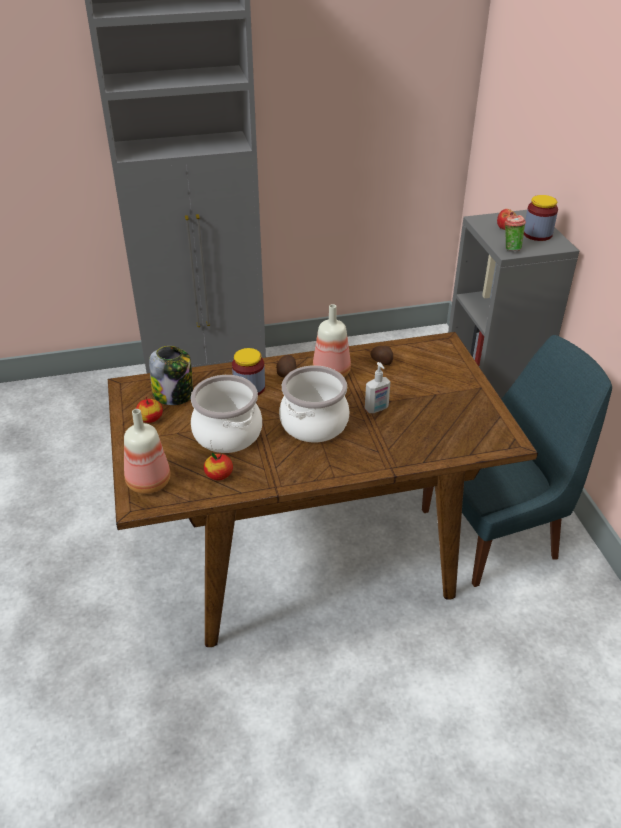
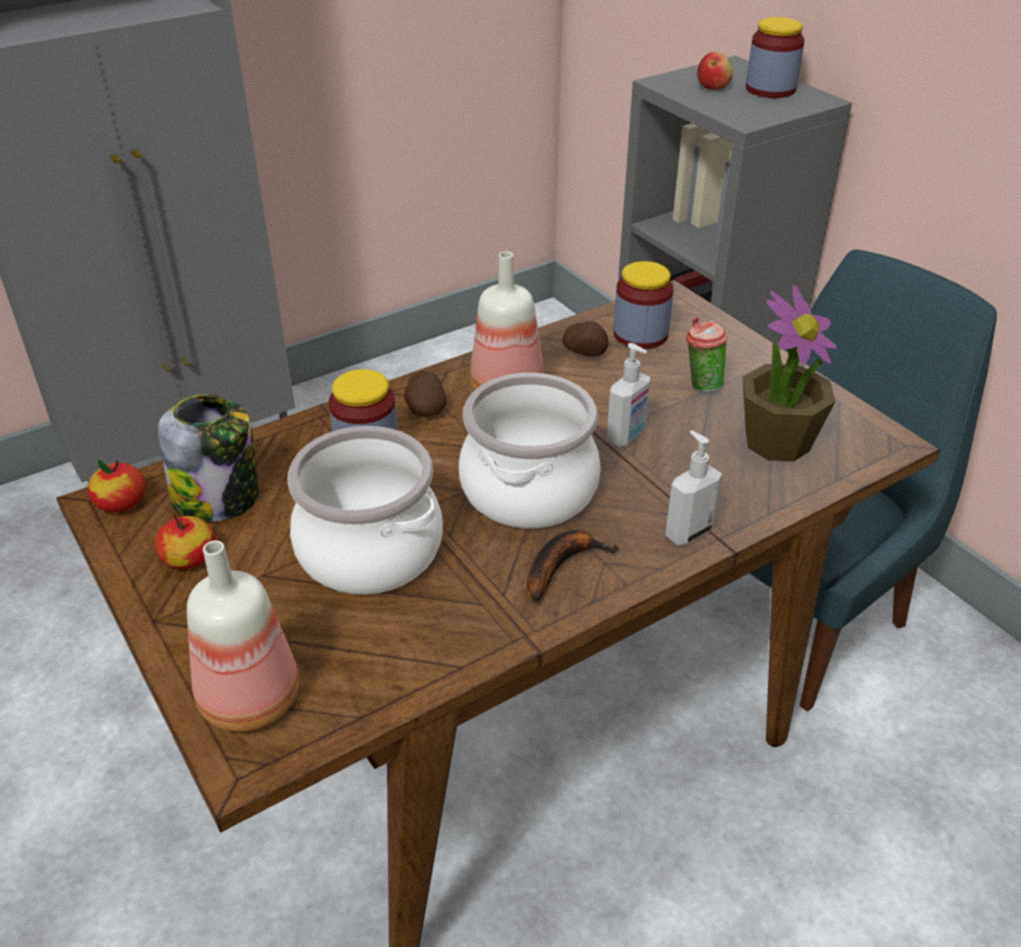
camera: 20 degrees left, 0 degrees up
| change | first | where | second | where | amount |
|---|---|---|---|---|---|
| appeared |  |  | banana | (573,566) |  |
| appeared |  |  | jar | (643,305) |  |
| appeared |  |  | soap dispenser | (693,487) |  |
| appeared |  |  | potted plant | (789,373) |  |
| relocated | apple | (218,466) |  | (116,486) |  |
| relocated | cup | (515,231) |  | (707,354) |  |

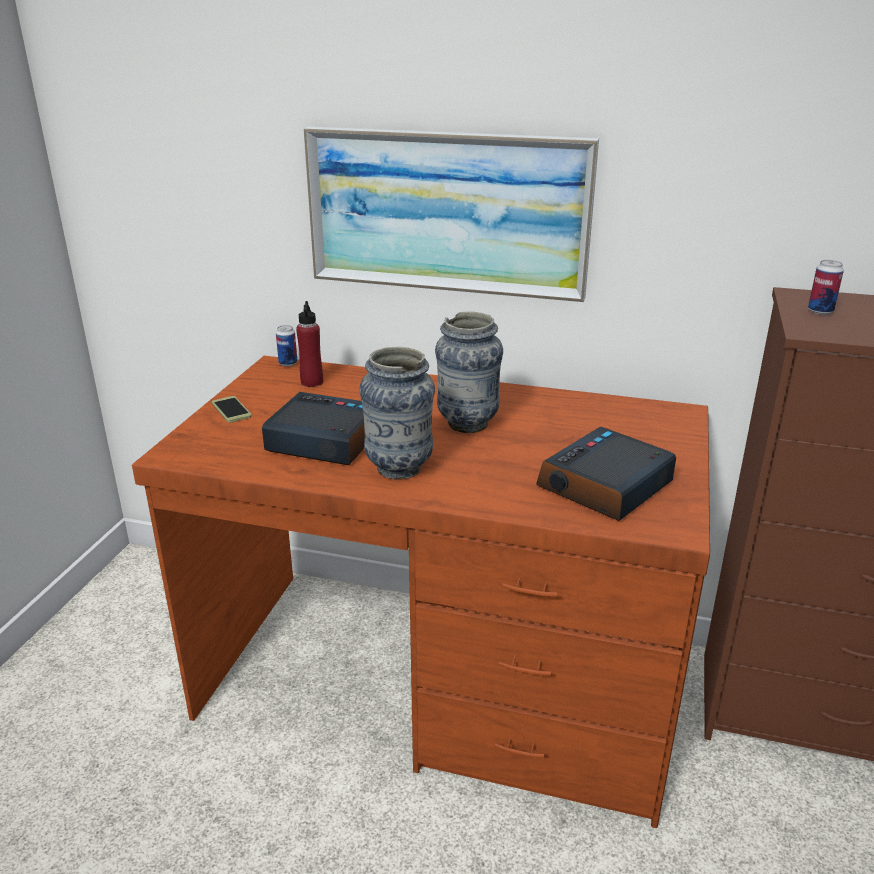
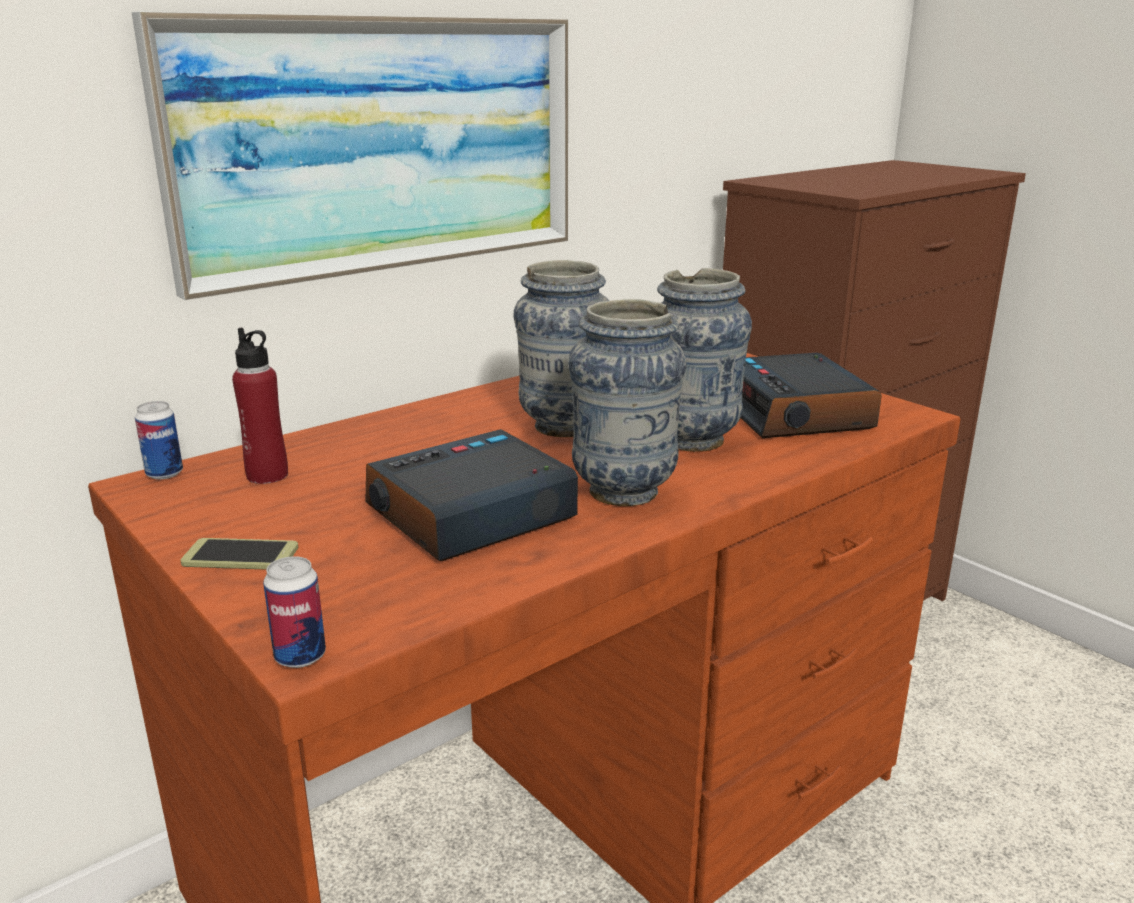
camera: 55 degrees left, 5 degrees down
| change | first | where | second | where | amount |
|---|---|---|---|---|---|
| appeared |  |  | vase | (704,360) |  |
| relocated | can | (826,287) |  | (294,612) |  |

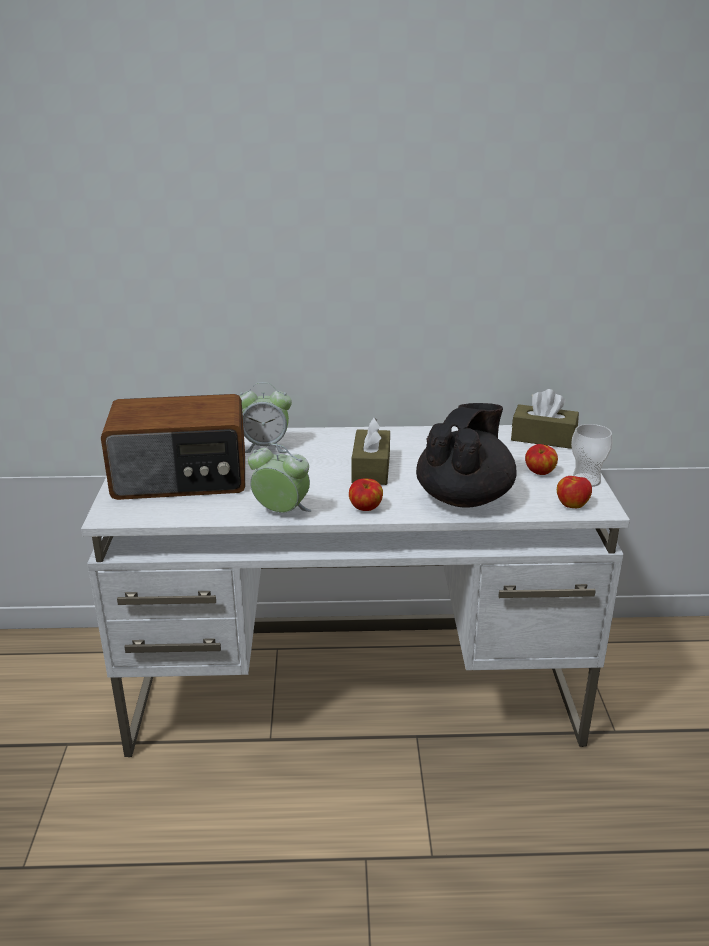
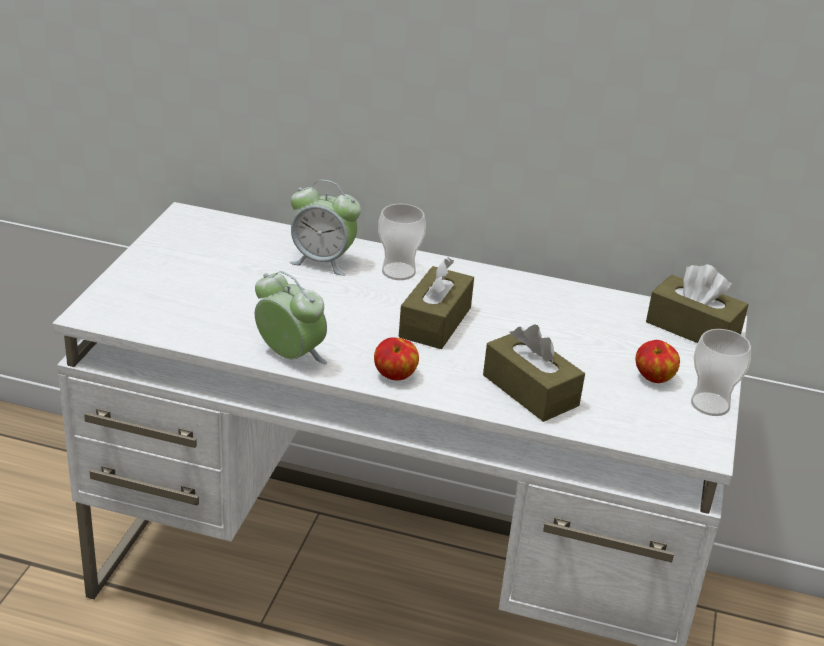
camera: 15 degrees right, 5 degrees up
| change | first | where | second | where | amount |
|---|---|---|---|---|---|
| missing | radio | (173,447) |  |  |  |
| missing | apple | (574,492) |  |  |  |
| appeared |  |  | cup | (402,242) |  |
| exchanged | black teapot | (466,455) | brown tissue box | (534,373) |  |

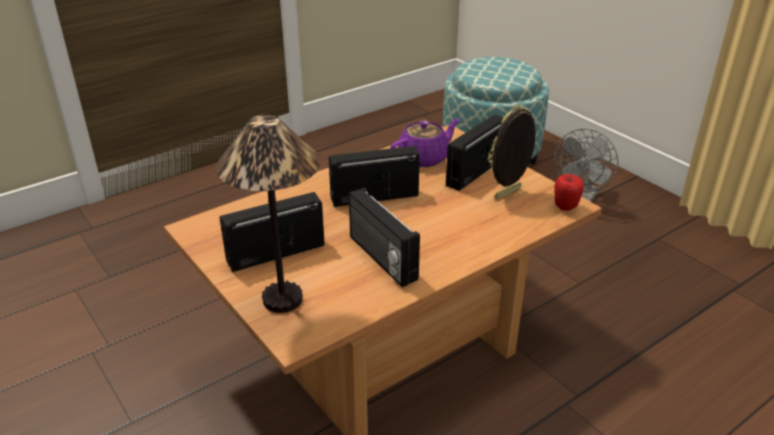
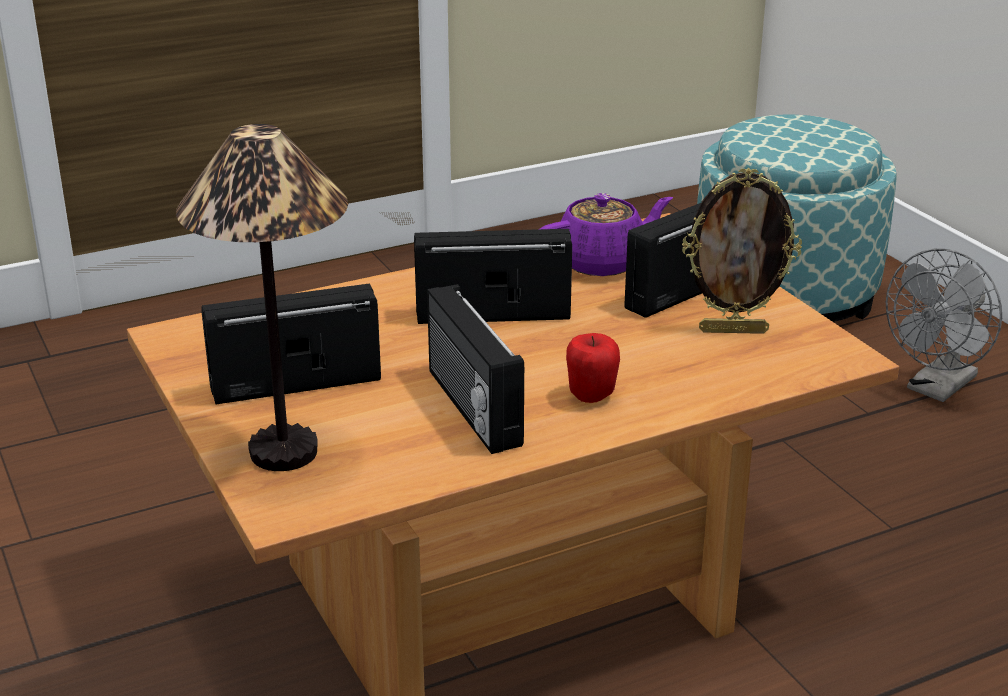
camera: 10 degrees right, 5 degrees down
| change | first | where | second | where | amount |
|---|---|---|---|---|---|
| relocated | apple | (569,192) |  | (593,368) |  |
| spun | picture frame | (511,151) |  | (742,251) | 150 degrees counterclockwise |

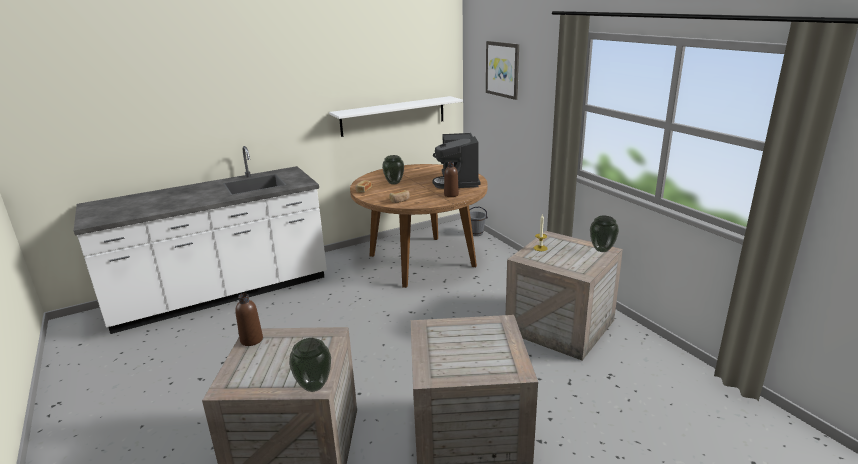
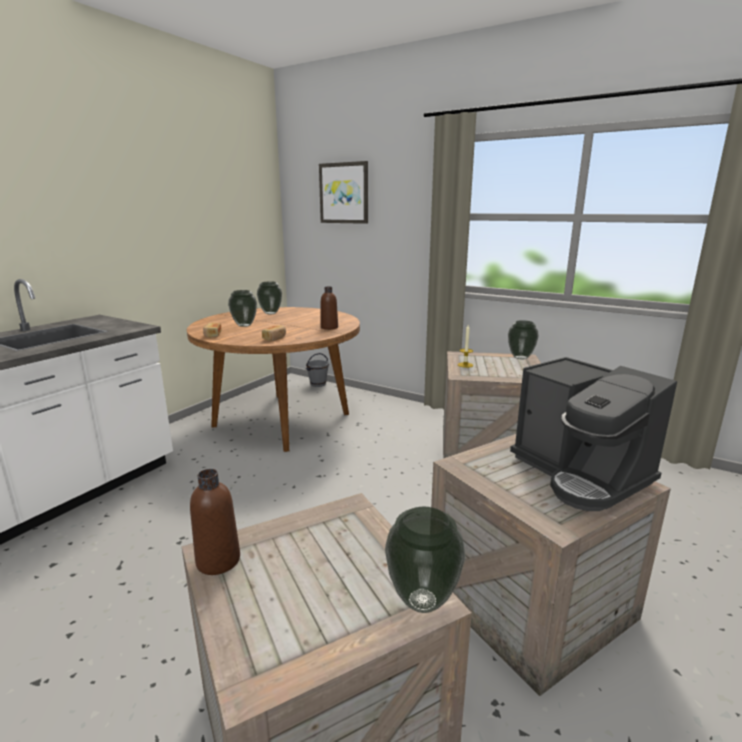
camera: 30 degrees left, 5 degrees down
| change | first | where | second | where | amount |
|---|---|---|---|---|---|
| missing | white shelf | (396,116) |  |  |  |
| appeared |  |  | vase | (269,297) |  |
| relocated | coffee machine | (457,161) |  | (593,434) |  |

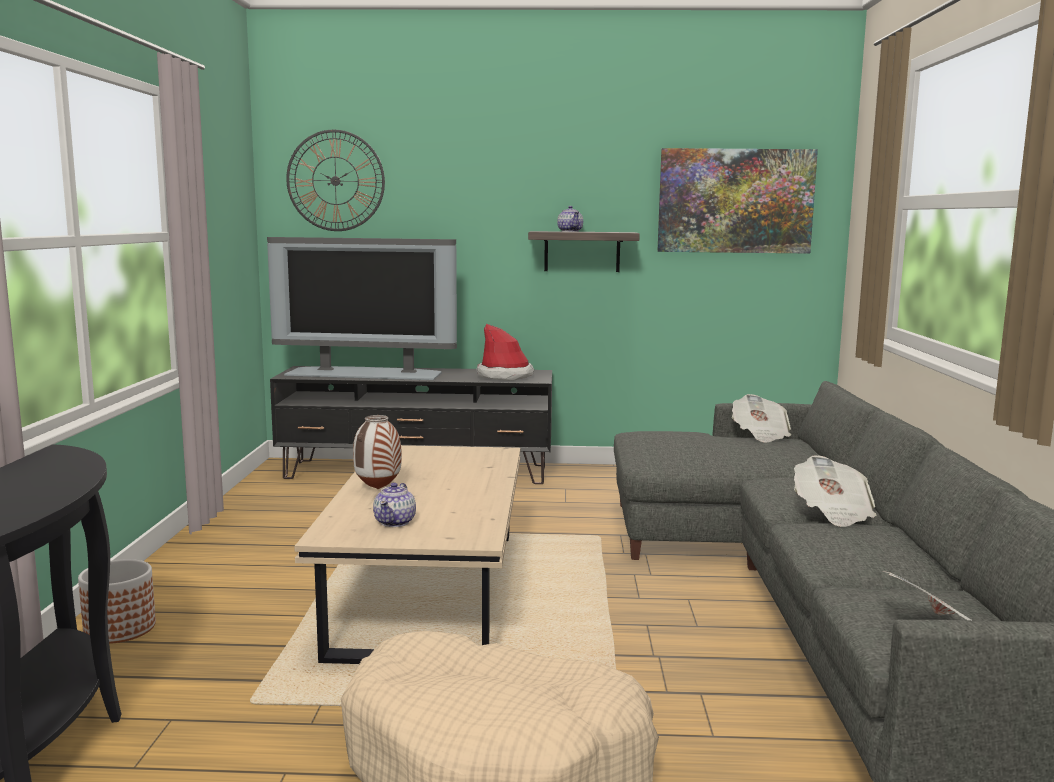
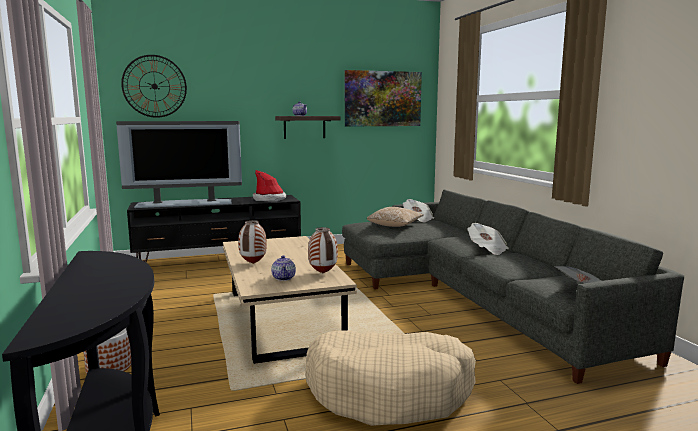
camera: 20 degrees left, 0 degrees up
| change | first | where | second | where | amount |
|---|---|---|---|---|---|
| appeared |  |  | vase | (323,250) |  |
| appeared |  |  | pillow | (395,217) |  |

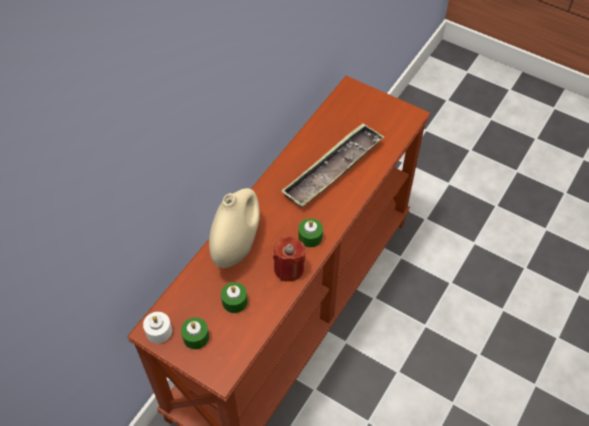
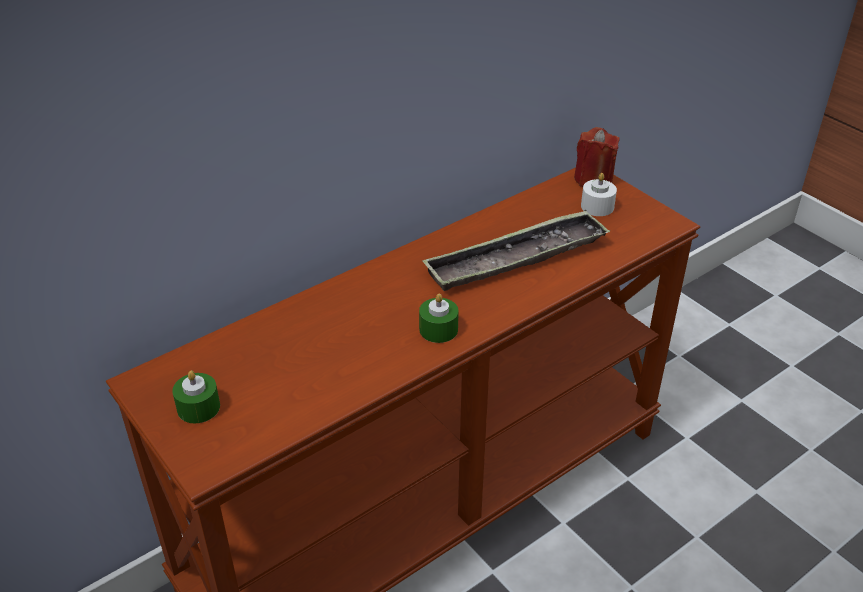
camera: 20 degrees right, 15 degrees down
| change | first | where | second | where | amount |
|---|---|---|---|---|---|
| missing | beige vase | (234,228) |  |  |  |
| missing | green candle | (234,297) |  |  |  |
| relocated | white candle | (157,327) |  | (599,194) |  |
| relocated | red candle | (289,259) |  | (597,157) |  |

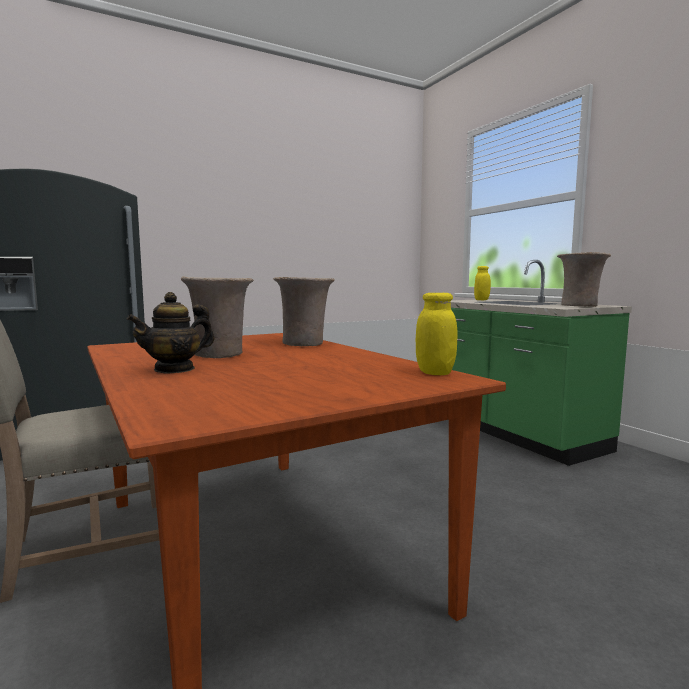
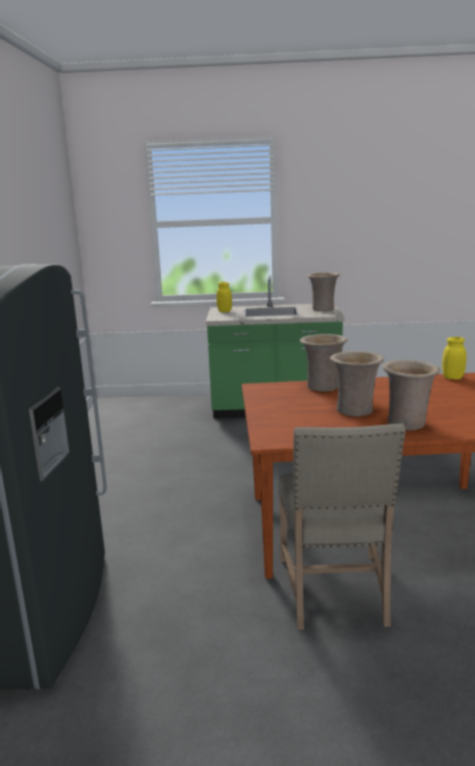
camera: 60 degrees left, 10 degrees up
| change | first | where | second | where | amount |
|---|---|---|---|---|---|
| exchanged | teapot | (170,333) | beige vase | (411,395) |  |

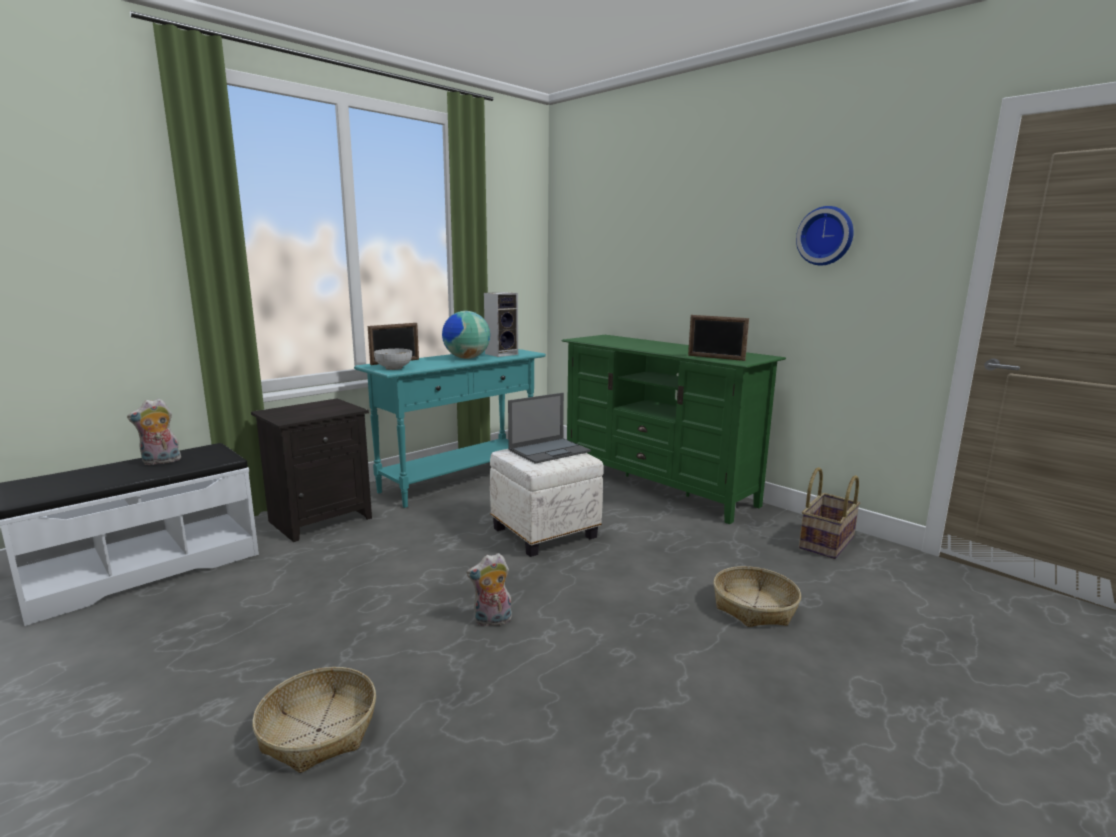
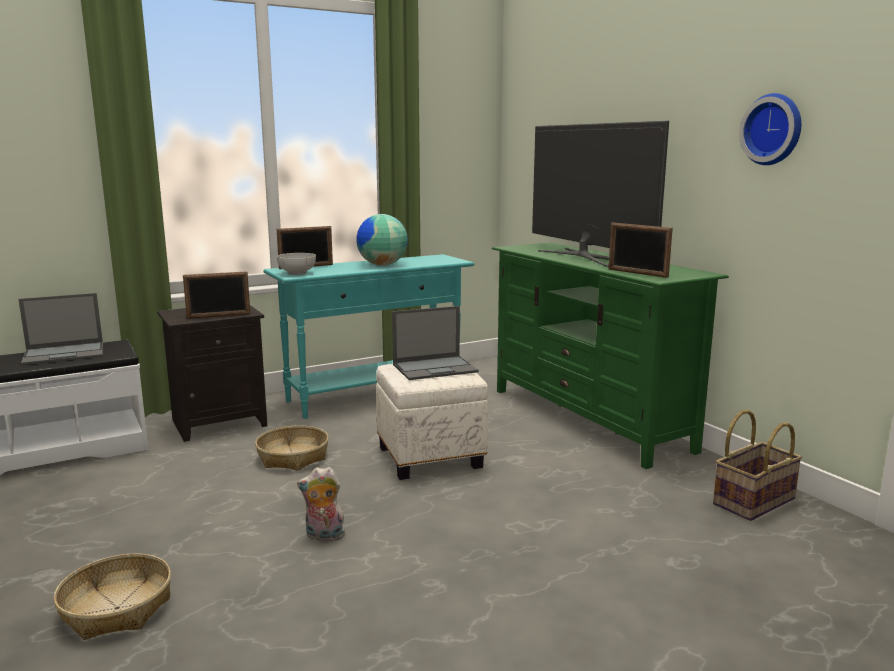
camera: 15 degrees right, 0 degrees up
| change | first | where | second | where | amount |
|---|---|---|---|---|---|
| missing | speaker | (501,324) |  |  |  |
| appeared |  |  | picture frame | (216,295) |  |
| appeared |  |  | television | (600,193) |  |
| relocated | basket | (757,596) |  | (292,448) |  |
| exchanged | plush toy | (154,431) | laptop | (60,329) |  |

